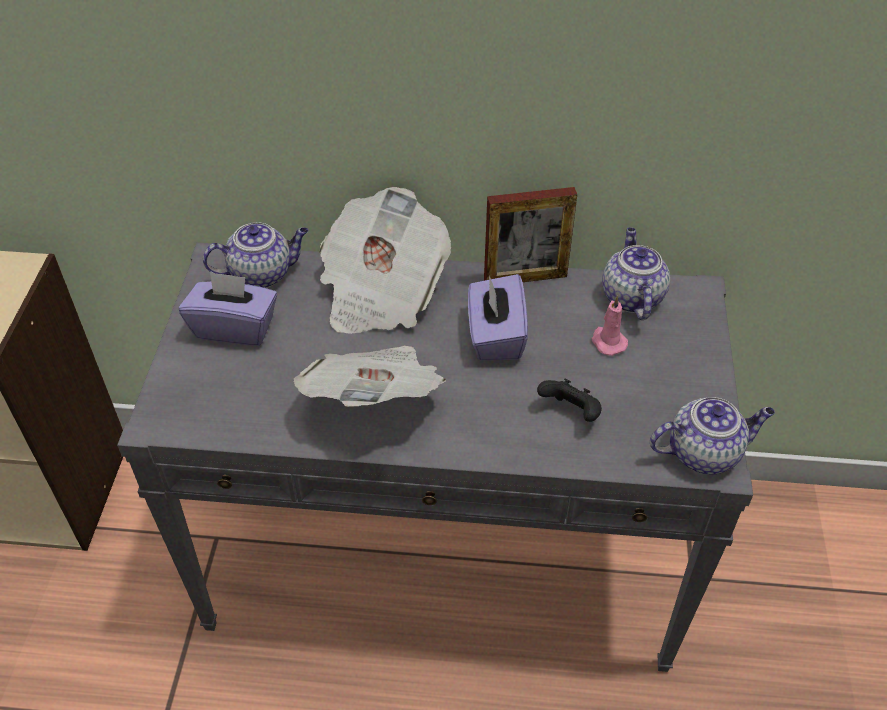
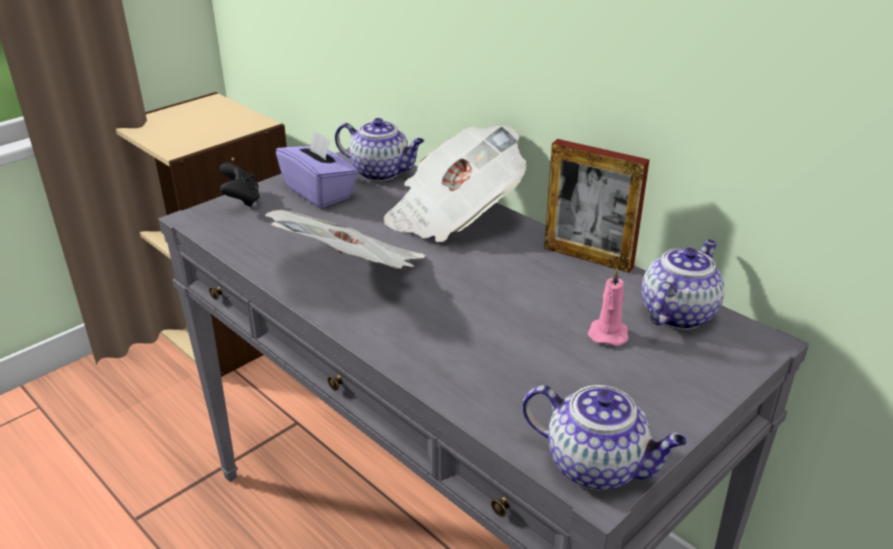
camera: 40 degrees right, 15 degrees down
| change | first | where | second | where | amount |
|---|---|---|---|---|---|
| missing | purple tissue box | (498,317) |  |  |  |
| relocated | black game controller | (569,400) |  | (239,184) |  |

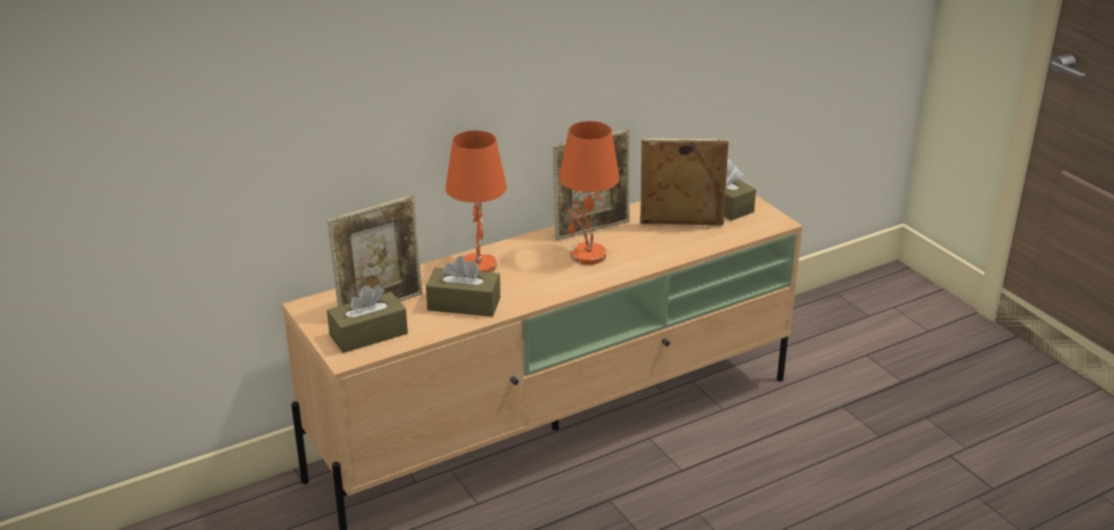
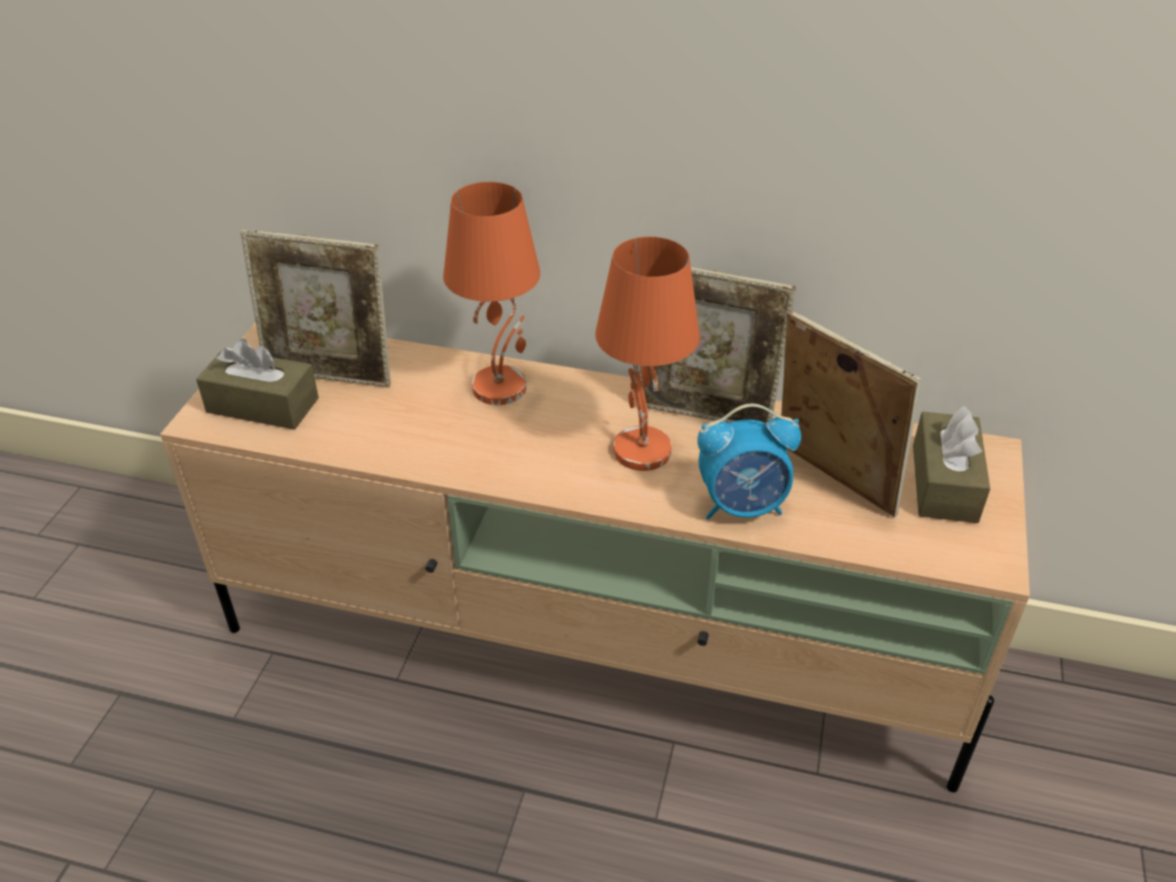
camera: 45 degrees right, 10 degrees up
| change | first | where | second | where | amount |
|---|---|---|---|---|---|
| missing | brown tissue box | (463,286) |  |  |  |
| appeared |  |  | alarm clock | (749,462) |  |

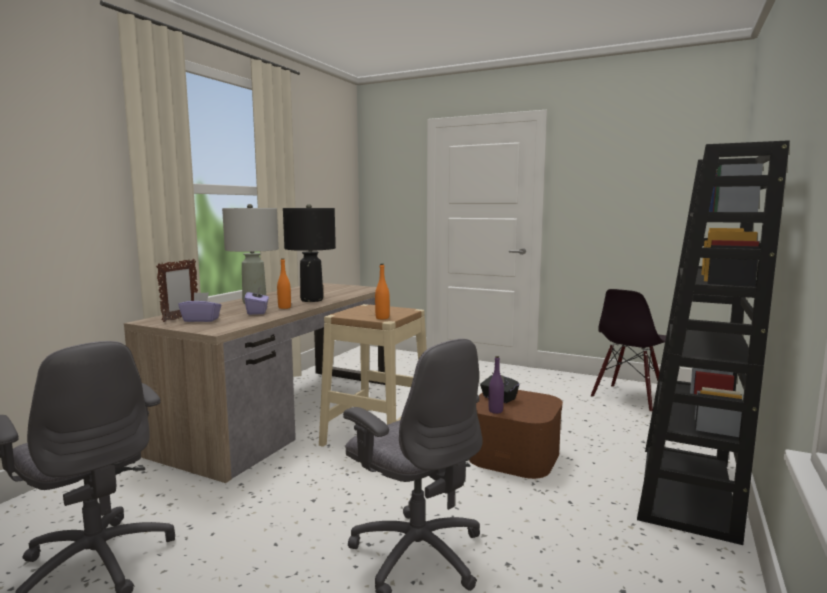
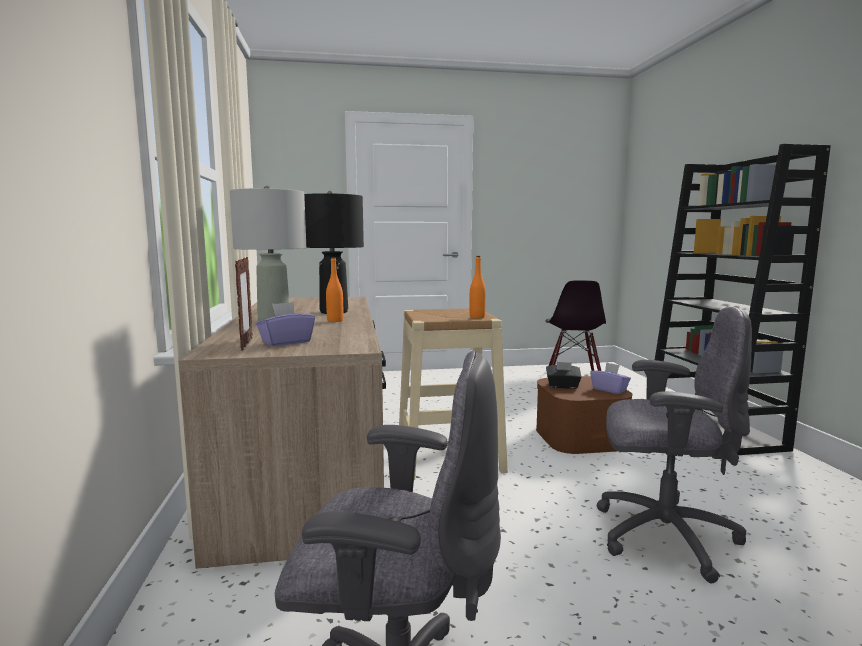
camera: 35 degrees left, 0 degrees up
| change | first | where | second | where | amount |
|---|---|---|---|---|---|
| missing | purple bottle | (496,385) |  |  |  |
| relocated | purple tissue box | (257,301) |  | (610,378) |  |

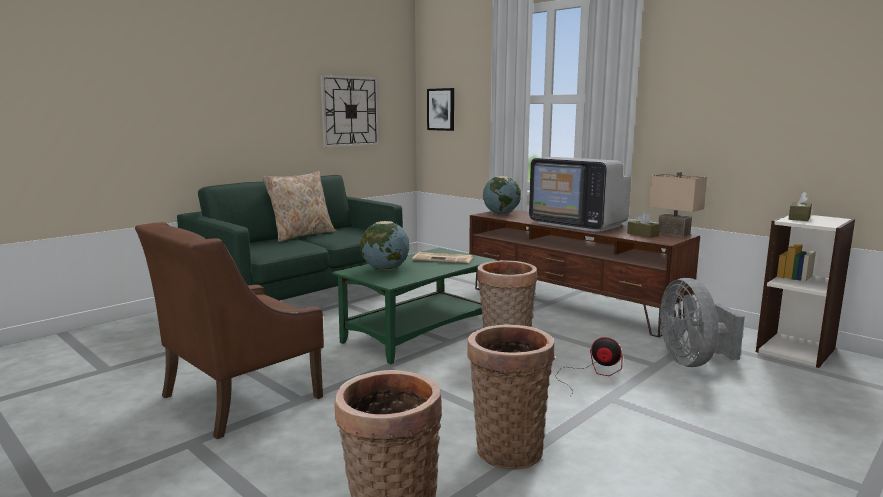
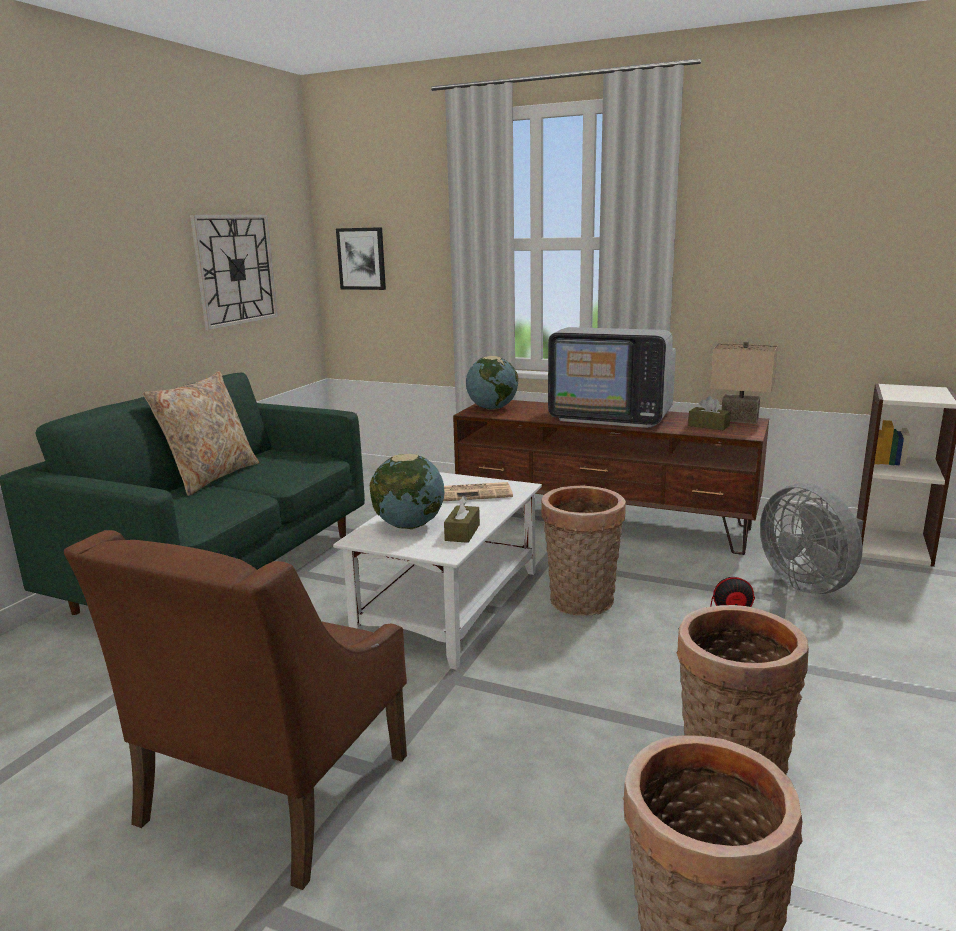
camera: 20 degrees left, 5 degrees up
| change | first | where | second | where | amount |
|---|---|---|---|---|---|
| relocated | brown tissue box | (800,206) |  | (462,519) |  |
| colour | green coffee table | (414,306) | white coffee table | (437,571) |  |

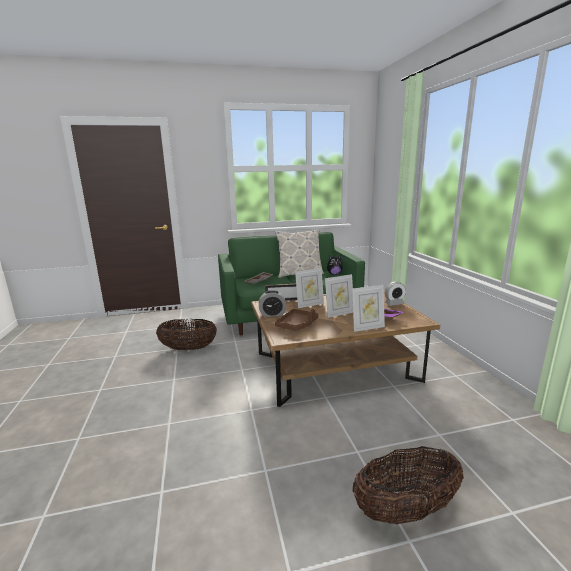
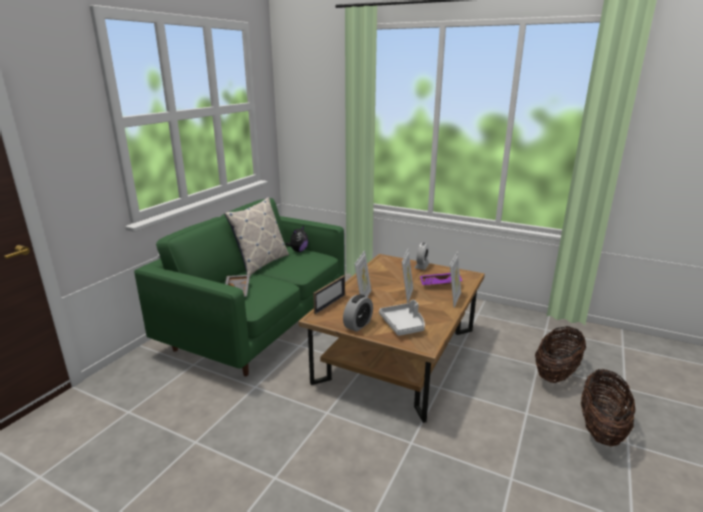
camera: 50 degrees left, 5 degrees up
| change | first | where | second | where | amount |
|---|---|---|---|---|---|
| relocated | basket | (186,334) |  | (560,354) |  |
| colour | brown tray | (296,319) | grey tray | (402,318) |  |

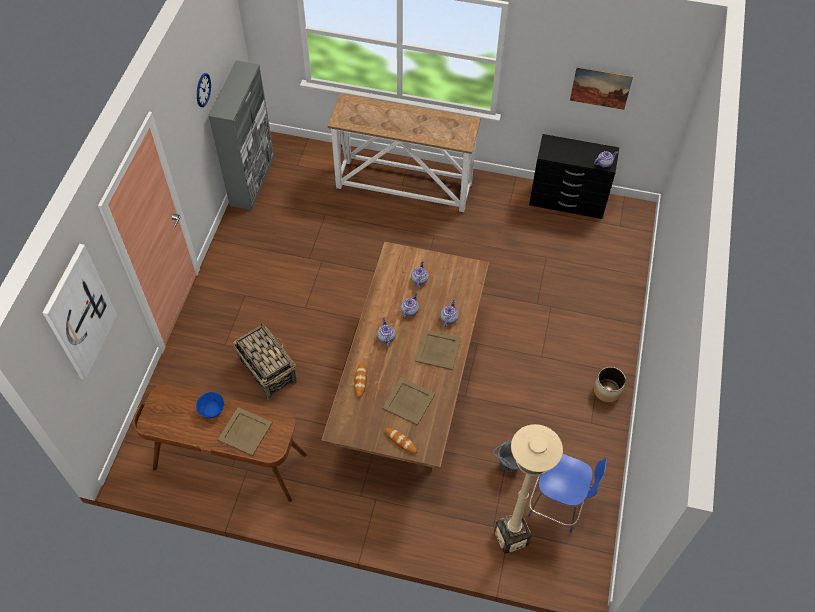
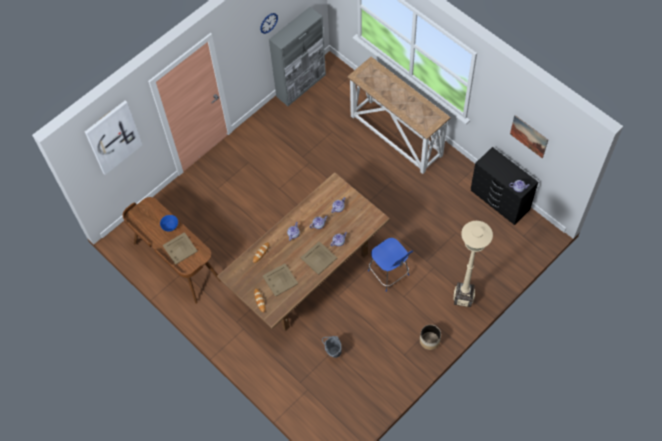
camera: 35 degrees right, 5 degrees up
| change | first | where | second | where | amount |
|---|---|---|---|---|---|
| missing | basket | (265,361) |  |  |  |
| relocated | beige floor lamp | (528,489) |  | (473,264) |  |
| relocated | blue chair | (567,493) |  | (390,265) |  |

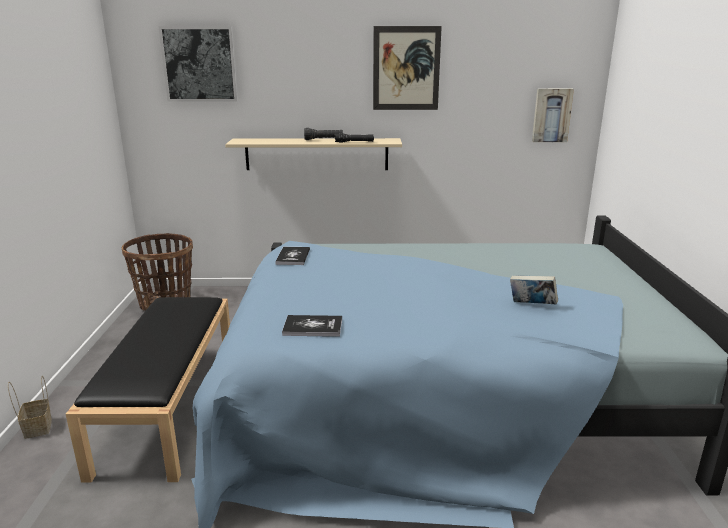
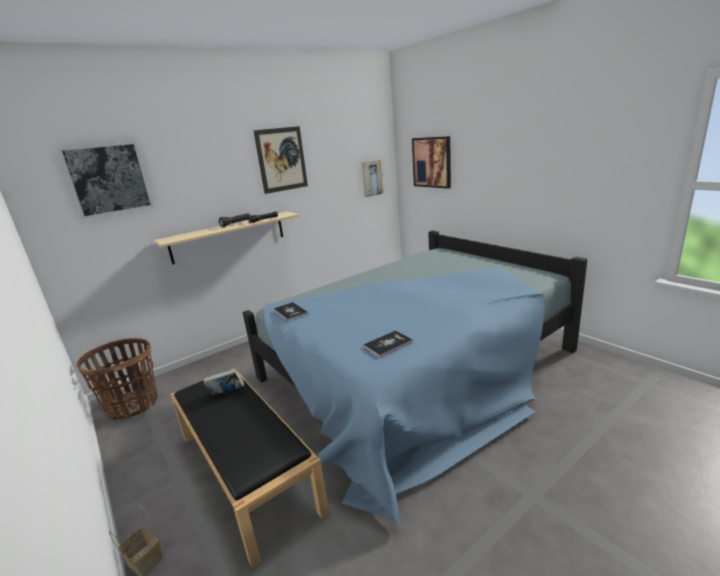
camera: 35 degrees left, 0 degrees up
| change | first | where | second | where | amount |
|---|---|---|---|---|---|
| appeared |  |  | picture | (431,162) |  |
| relocated | book | (534,289) |  | (224,382) |  |

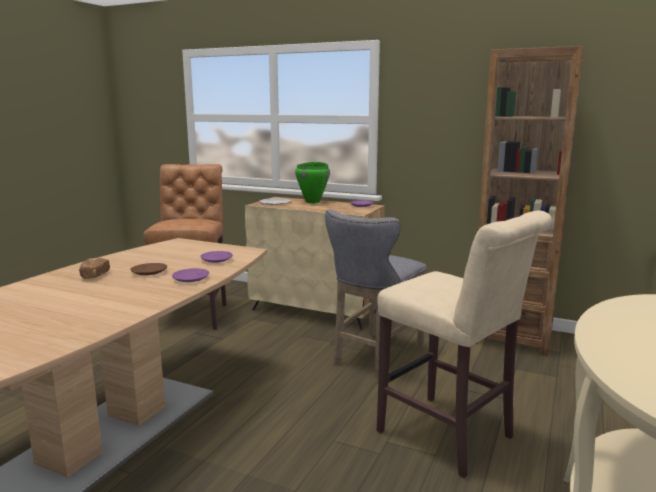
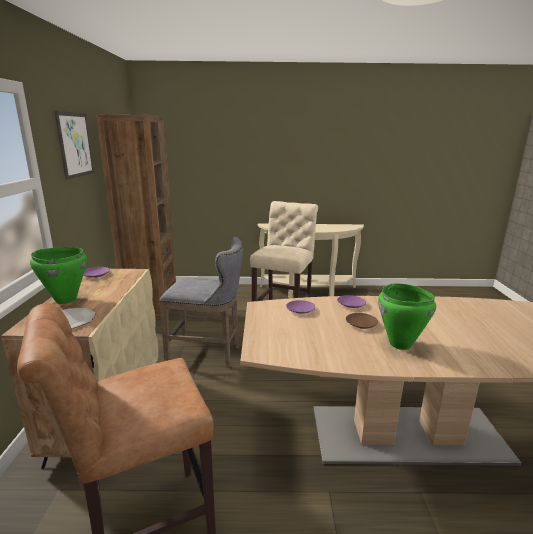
camera: 115 degrees left, 5 degrees up
| change | first | where | second | where | amount |
|---|---|---|---|---|---|
| appeared |  |  | picture | (74,145) |  |
| exchanged | bread | (94,268) | green cooking pot | (407,317) |  |

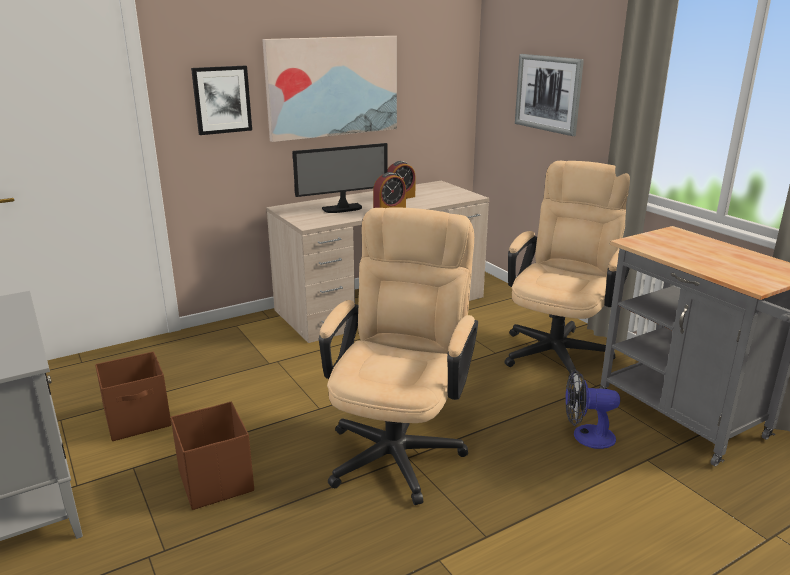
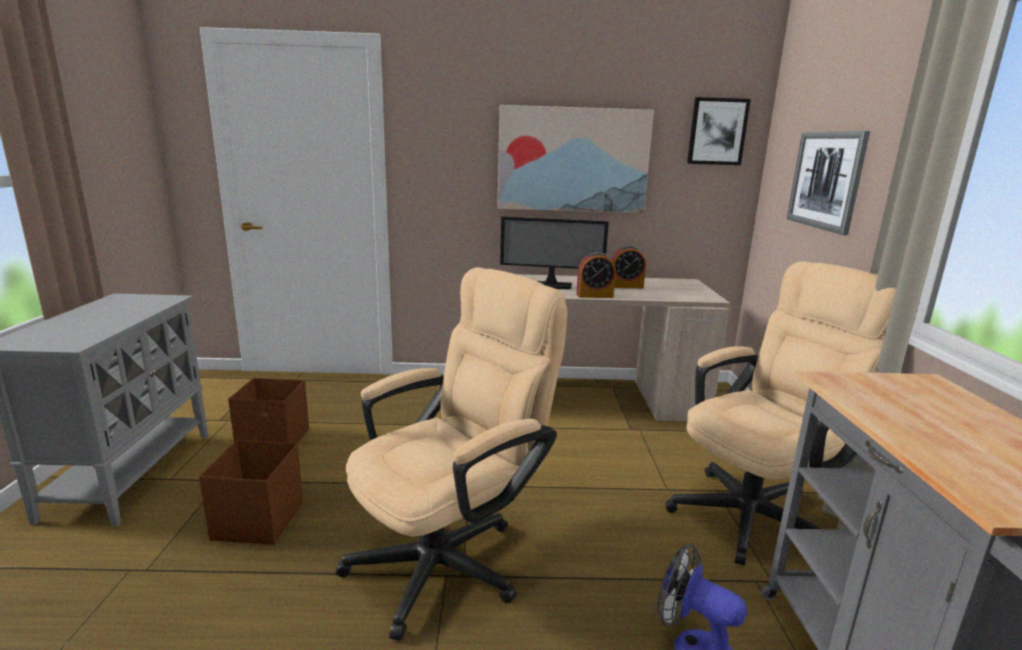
camera: 30 degrees right, 5 degrees down
| change | first | where | second | where | amount |
|---|---|---|---|---|---|
| relocated | picture | (221,100) |  | (719,131) |  |

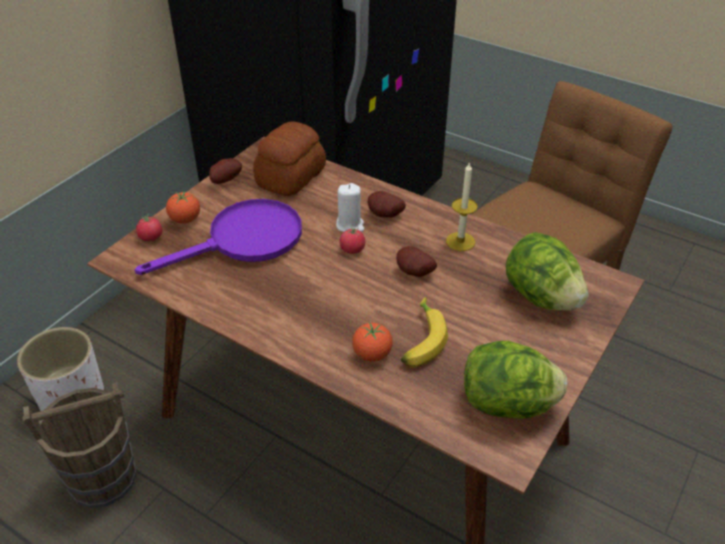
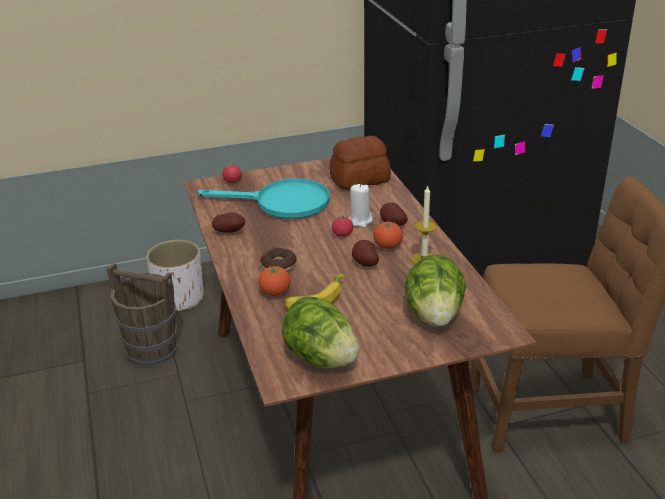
camera: 40 degrees right, 10 degrees down
| change | first | where | second | where | amount |
|---|---|---|---|---|---|
| appeared |  |  | donut | (278,260) |  |
| relocated | tomato | (183,207) |  | (388,235) |  |
| relocated | potato | (225,171) |  | (228,222) |  |
| colour | purple frying pan | (218,237) | turquoise frying pan | (263,199) |  |

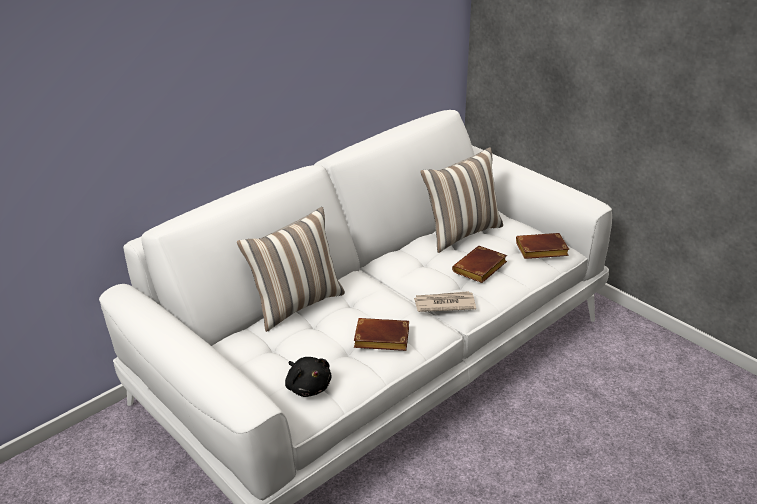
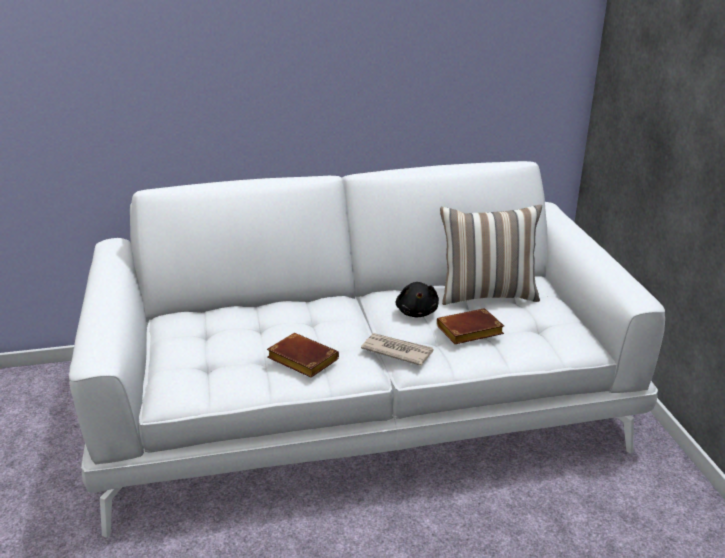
camera: 30 degrees right, 5 degrees down
| change | first | where | second | where | amount |
|---|---|---|---|---|---|
| missing | pillow | (291,269) |  |  |  |
| missing | brown book | (542,246) |  |  |  |
| relocated | black plush toy | (308,377) |  | (417,299) |  |

